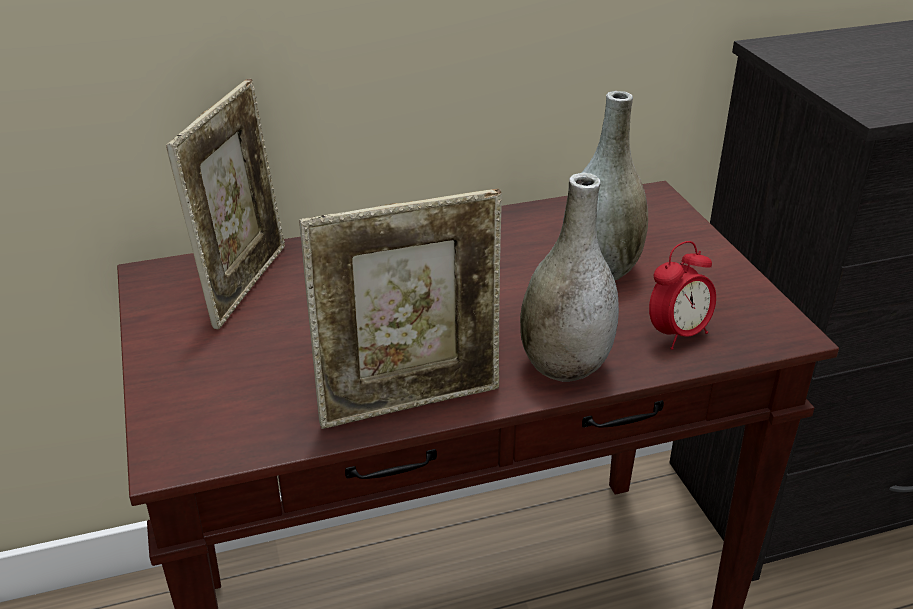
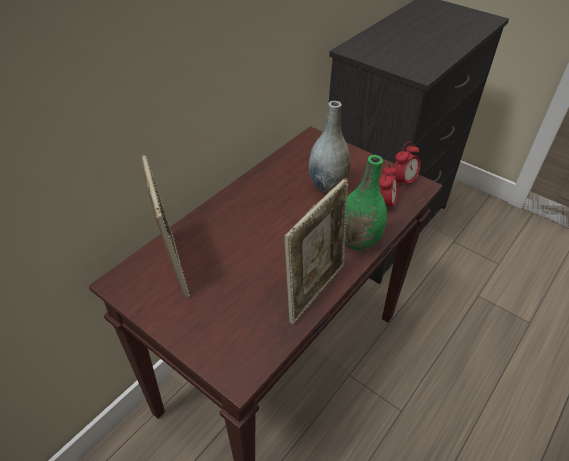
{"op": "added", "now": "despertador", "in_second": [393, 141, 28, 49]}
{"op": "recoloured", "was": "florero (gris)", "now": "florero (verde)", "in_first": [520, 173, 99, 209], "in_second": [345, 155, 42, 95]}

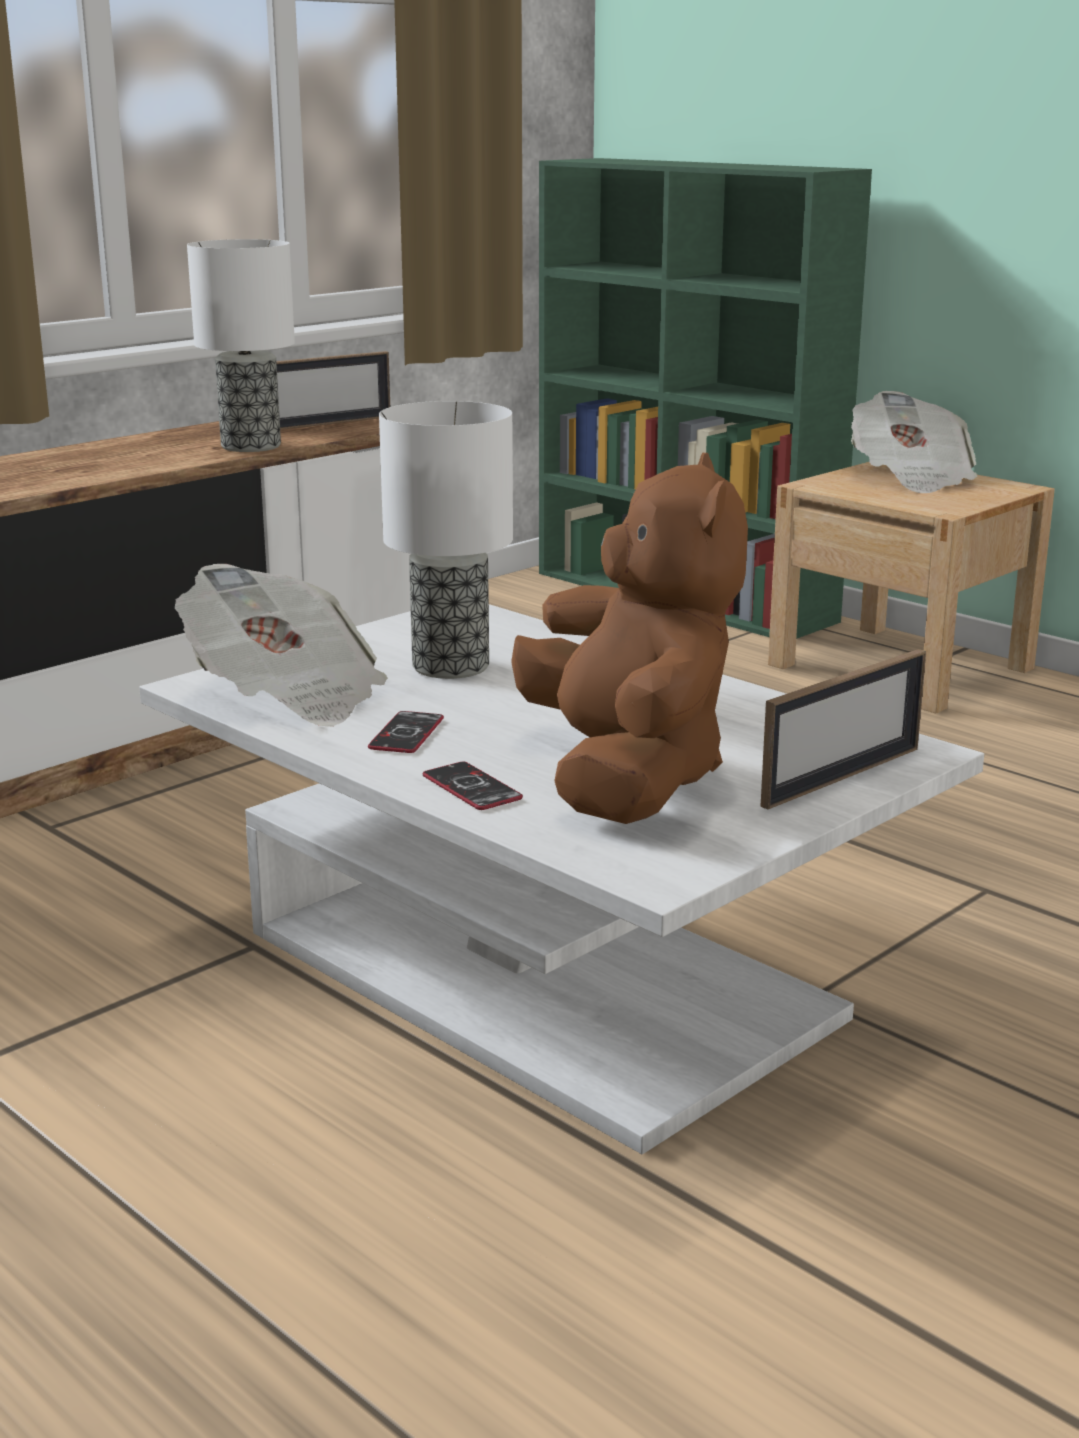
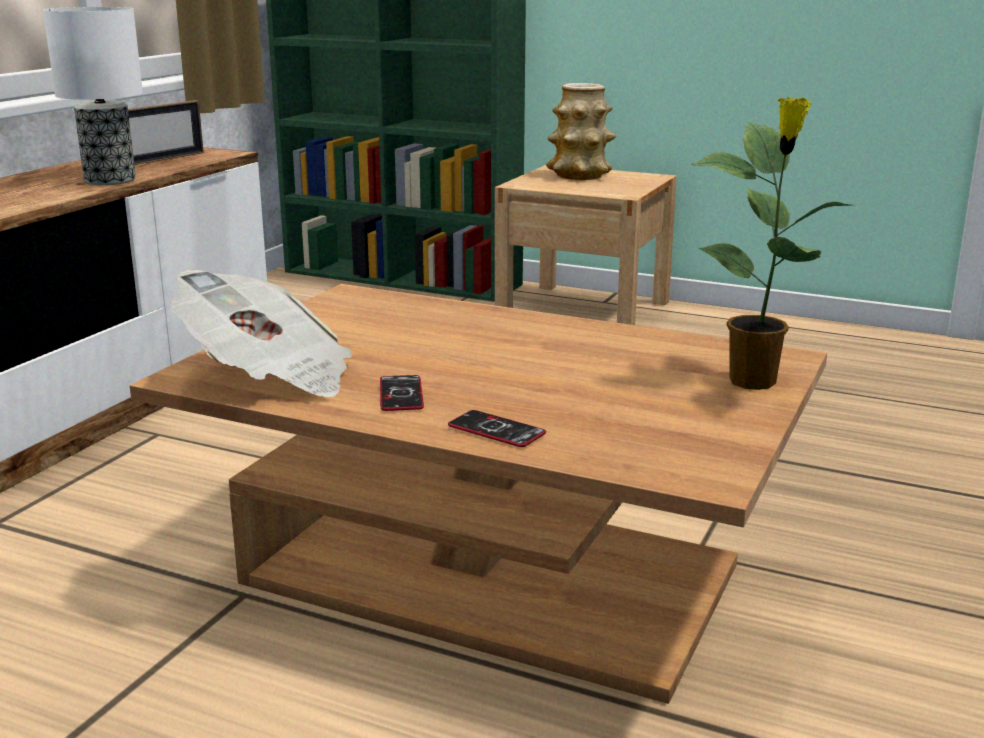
{"op": "removed", "was": "lámpara de mesa", "in_first": [379, 401, 134, 278]}
{"op": "removed", "was": "peluche (marrón)", "in_first": [511, 453, 237, 371]}
{"op": "replaced", "was": "portarretratos", "now": "planta en maceta", "in_first": [760, 649, 166, 161], "in_second": [691, 96, 162, 294]}
{"op": "replaced", "was": "periódico", "now": "florero", "in_first": [851, 391, 126, 102], "in_second": [546, 83, 70, 97]}
{"op": "recoloured", "was": "mesa de centro (blanco)", "now": "mesa de centro (marrón)", "in_first": [139, 604, 845, 550], "in_second": [130, 284, 697, 420]}

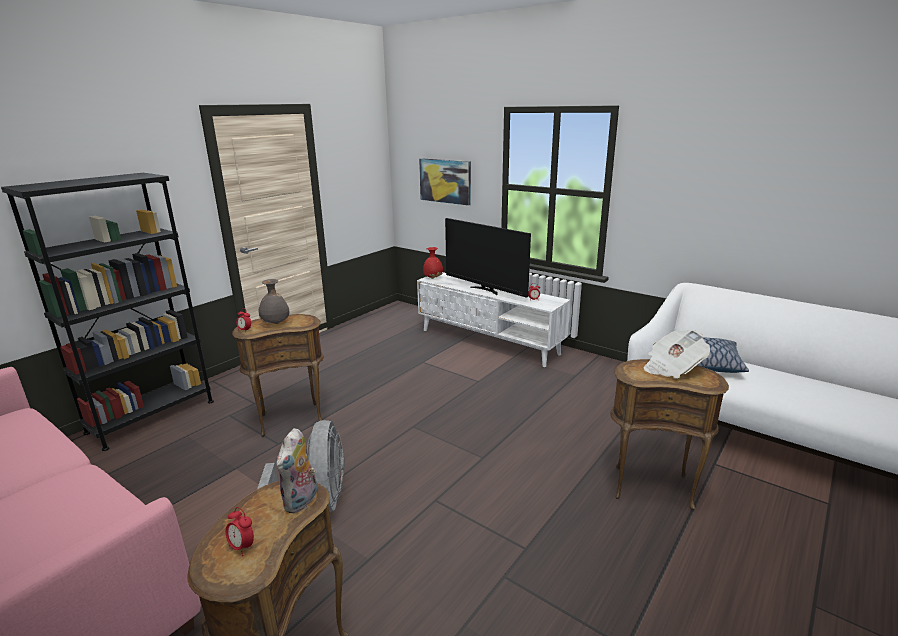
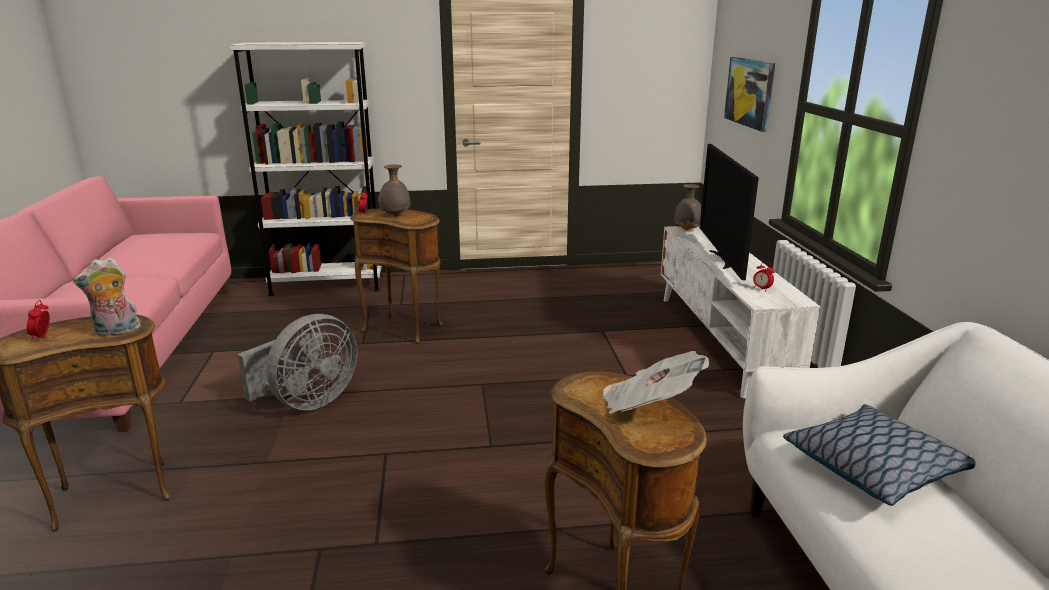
{"op": "recoloured", "was": "estantería (negro)", "now": "estantería (blanco)", "in_first": [1, 173, 213, 278], "in_second": [230, 42, 153, 254]}
{"op": "recoloured", "was": "florero (rojo)", "now": "florero (gris)", "in_first": [423, 247, 20, 32], "in_second": [674, 184, 28, 46]}

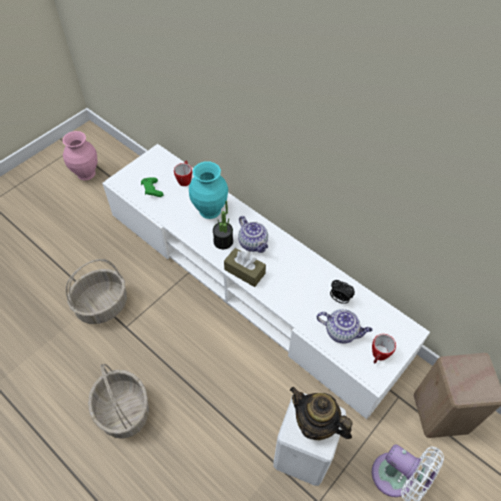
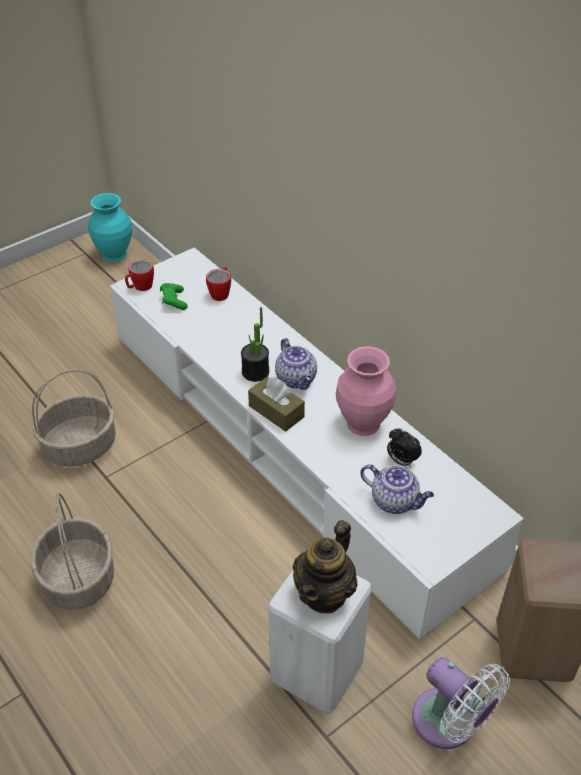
{"op": "moved", "was": "florero (rosa)", "in_first": [62, 131, 36, 49], "in_second": [336, 346, 60, 90]}
{"op": "moved", "was": "florero (turquesa)", "in_first": [189, 161, 39, 58], "in_second": [88, 193, 44, 69]}
{"op": "moved", "was": "taza grande", "in_first": [372, 334, 24, 30], "in_second": [125, 259, 29, 32]}
{"op": "turned", "was": "tetera", "in_first": [290, 387, 63, 53], "in_second": [293, 520, 65, 94], "clockwise": -105}

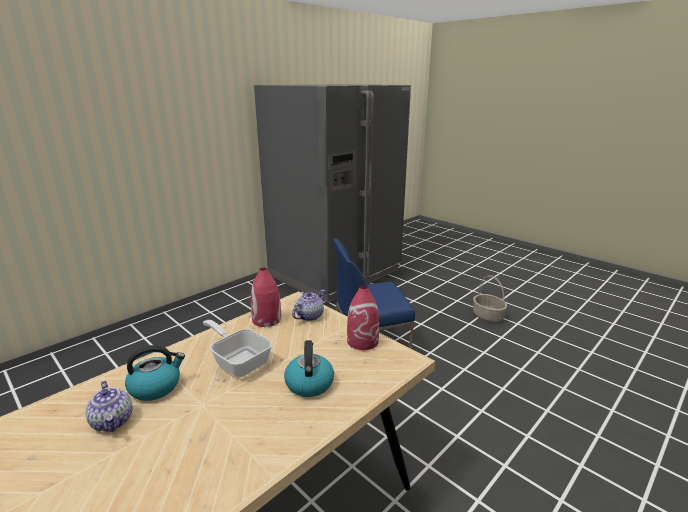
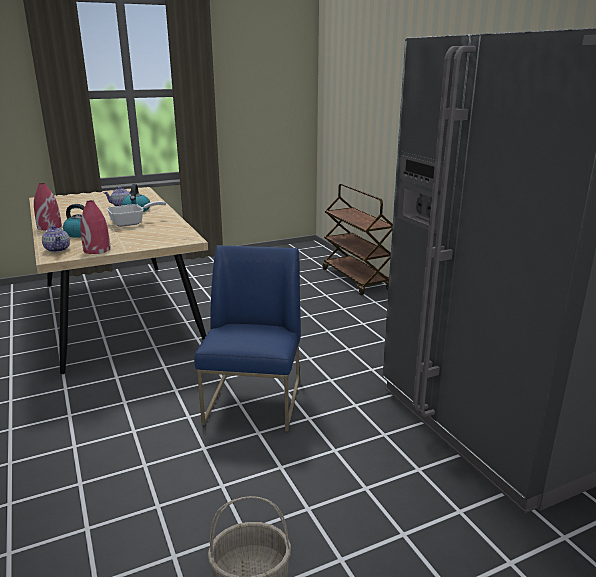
{"op": "added", "now": "carrito (marrón)", "in_second": [322, 184, 71, 111]}
{"op": "moved", "was": "florero (rojo)", "in_first": [250, 268, 31, 59], "in_second": [34, 183, 28, 47]}
{"op": "moved", "was": "tetera", "in_first": [292, 290, 33, 31], "in_second": [42, 226, 28, 26]}

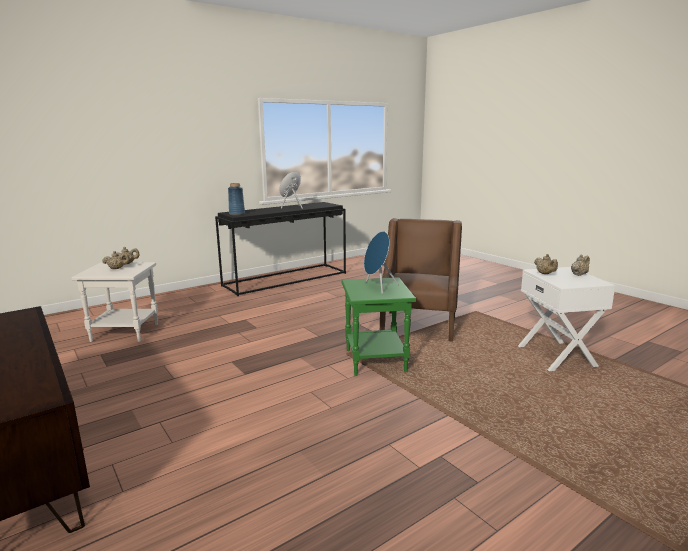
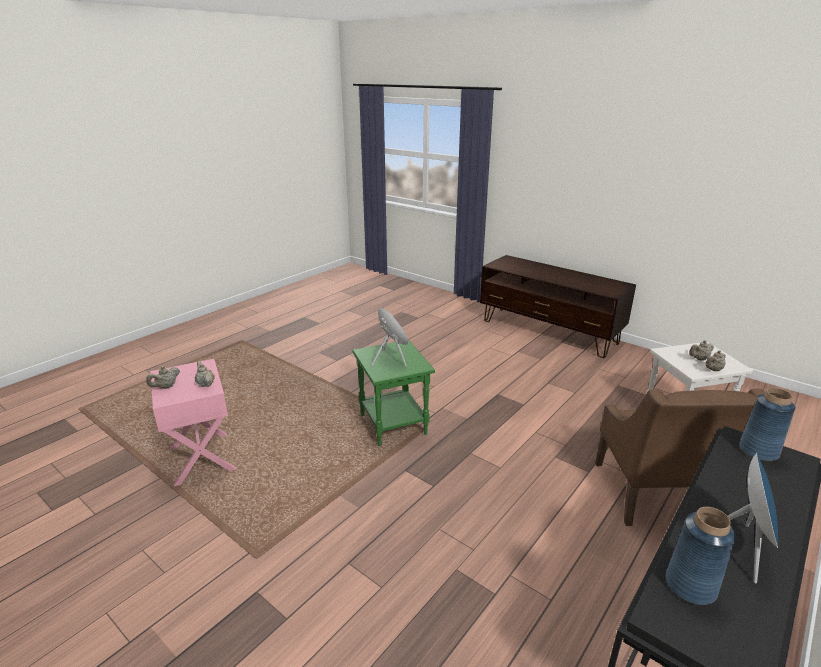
{"op": "added", "now": "florero (azul)", "in_second": [666, 507, 70, 98]}
{"op": "moved", "was": "sillón (marrón)", "in_first": [380, 218, 82, 124], "in_second": [595, 388, 170, 138]}
{"op": "recoloured", "was": "mesa auxiliar (blanco)", "now": "mesa auxiliar (rosa)", "in_first": [518, 267, 98, 104], "in_second": [150, 359, 86, 127]}

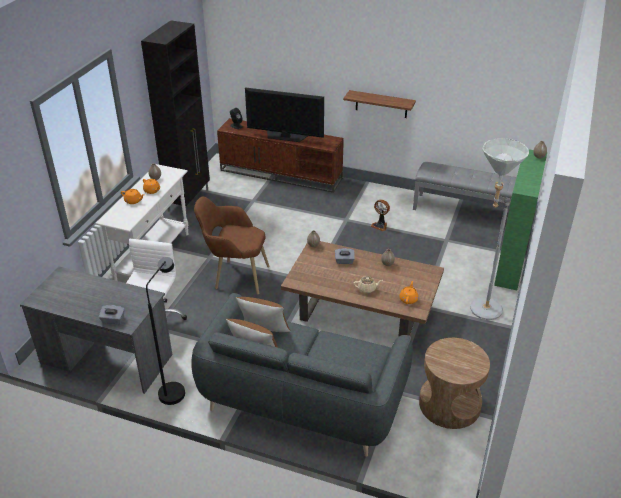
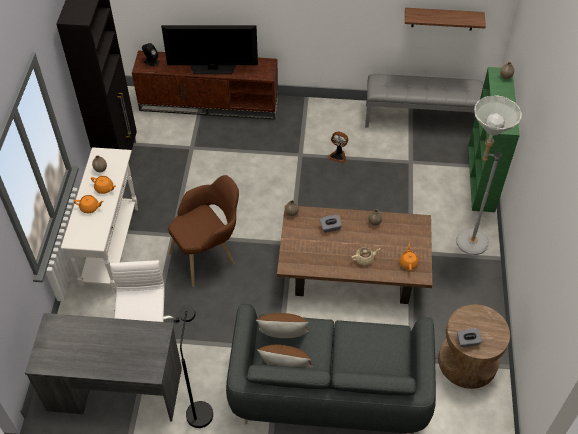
{"op": "moved", "was": "caja de pañuelos (gris)", "in_first": [99, 305, 26, 19], "in_second": [457, 328, 25, 19]}
{"op": "moved", "was": "estante", "in_first": [343, 90, 73, 28], "in_second": [405, 8, 81, 23]}
{"op": "turned", "was": "sillón (marrón)", "in_first": [194, 197, 76, 97], "in_second": [168, 175, 71, 112], "clockwise": 150}

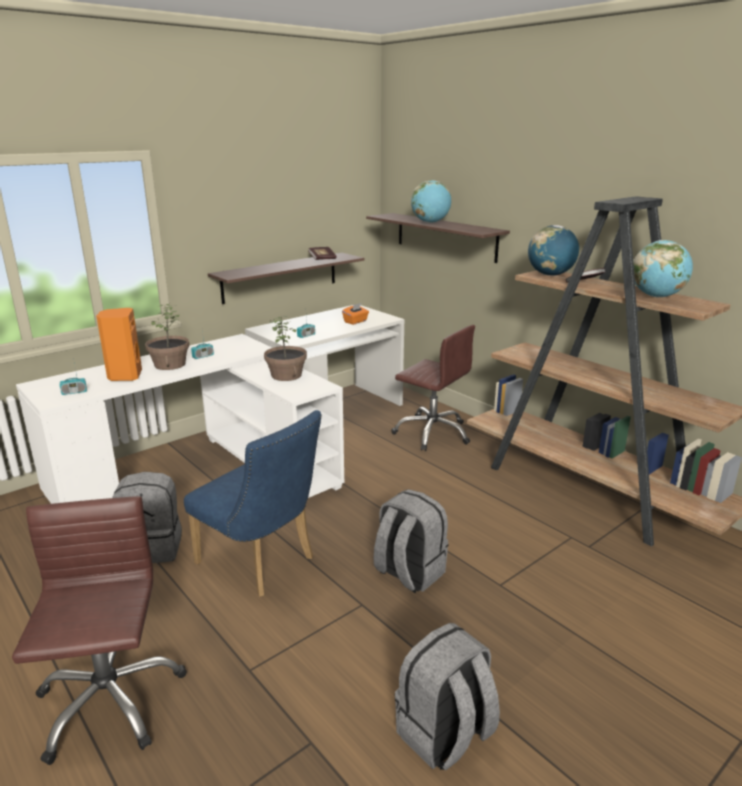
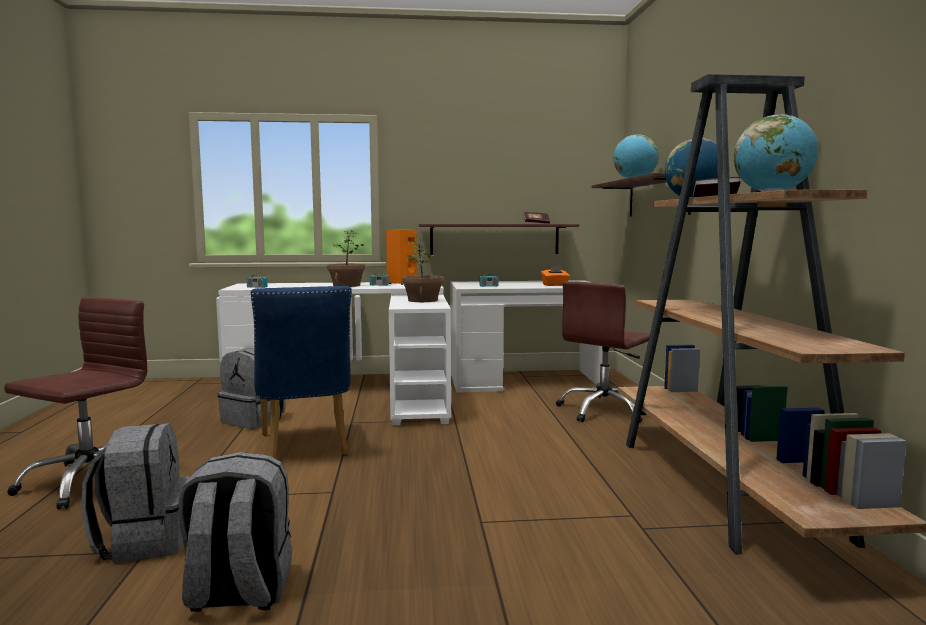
{"op": "moved", "was": "altavoz (naranja)", "in_first": [96, 308, 46, 73], "in_second": [386, 230, 31, 55]}
{"op": "moved", "was": "mochila (gris)", "in_first": [374, 489, 74, 104], "in_second": [81, 423, 109, 140]}
{"op": "turned", "was": "silla de oficina (marrón)", "in_first": [391, 325, 84, 126], "in_second": [556, 281, 94, 142], "clockwise": 60}

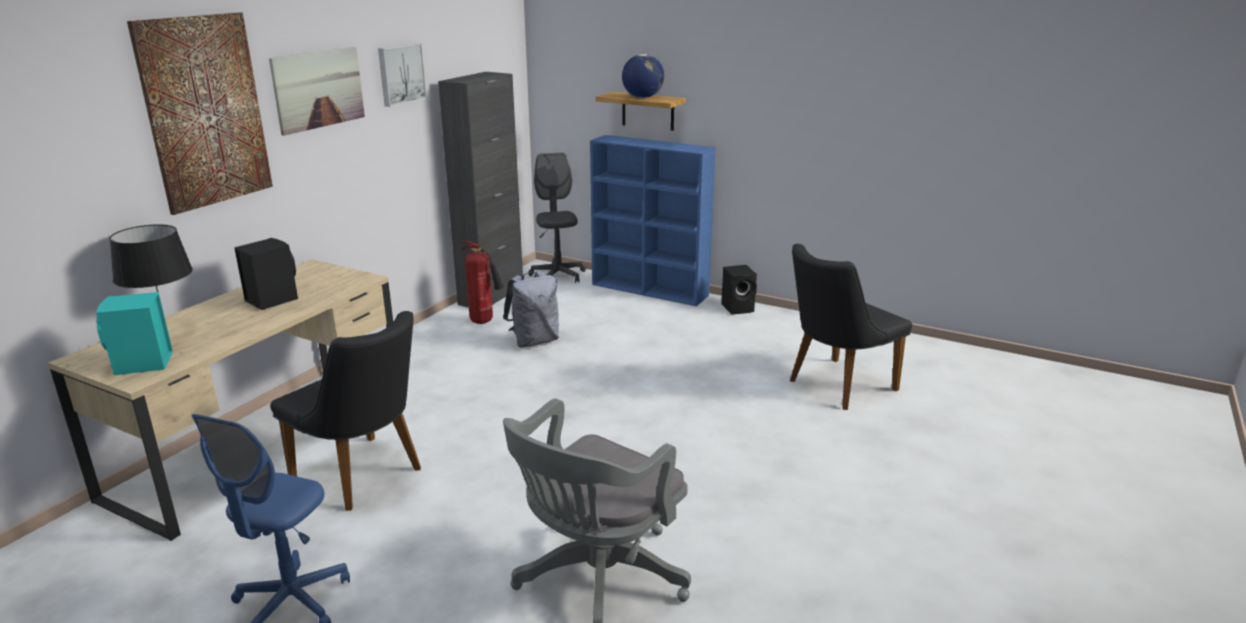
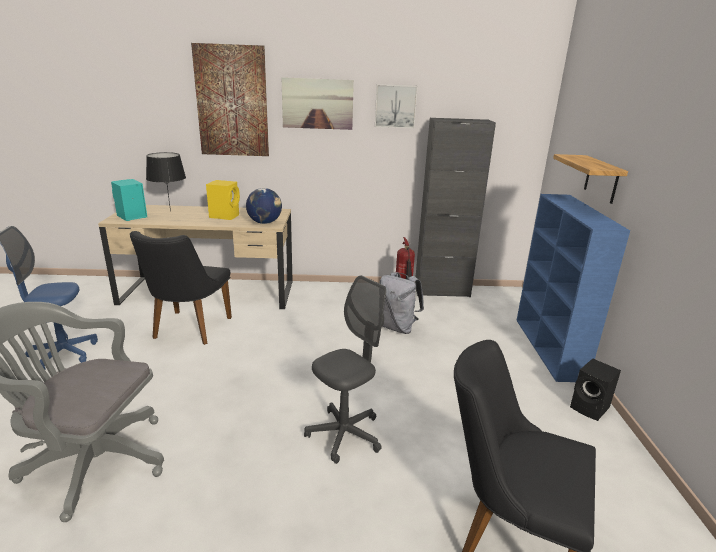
{"op": "moved", "was": "silla de oficina (gris)", "in_first": [528, 153, 58, 130], "in_second": [304, 275, 82, 189]}
{"op": "moved", "was": "globo terráqueo", "in_first": [622, 54, 42, 44], "in_second": [246, 188, 36, 36]}
{"op": "recoloured", "was": "altavoz (negro)", "now": "altavoz (amarillo)", "in_first": [234, 238, 64, 72], "in_second": [206, 180, 34, 40]}

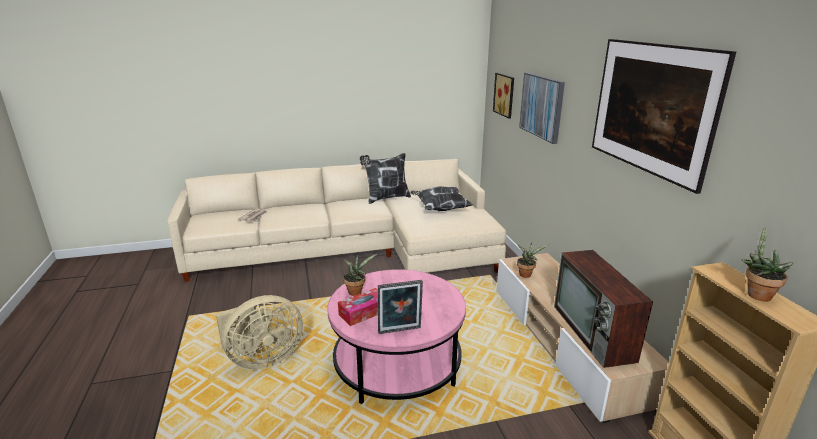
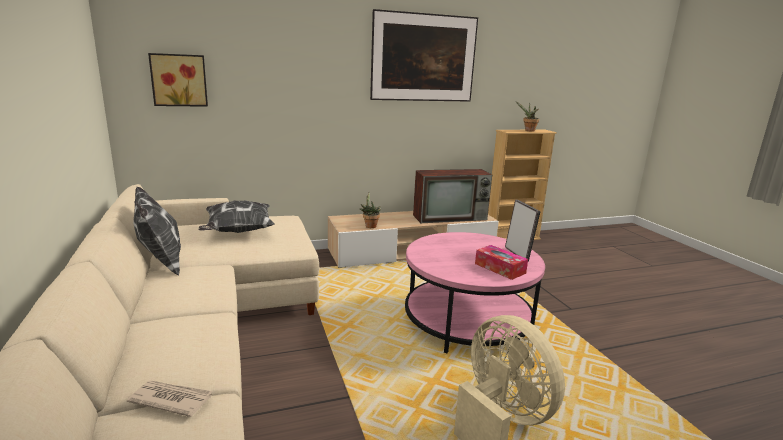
{"op": "removed", "was": "planta en maceta", "in_first": [343, 254, 34, 42]}
{"op": "removed", "was": "cuadro", "in_first": [519, 73, 46, 71]}

